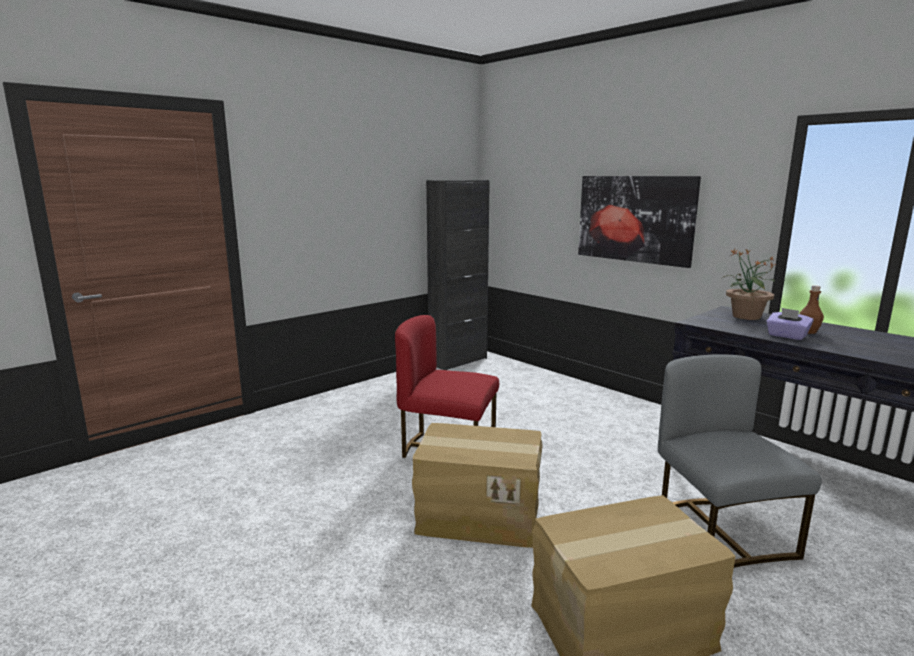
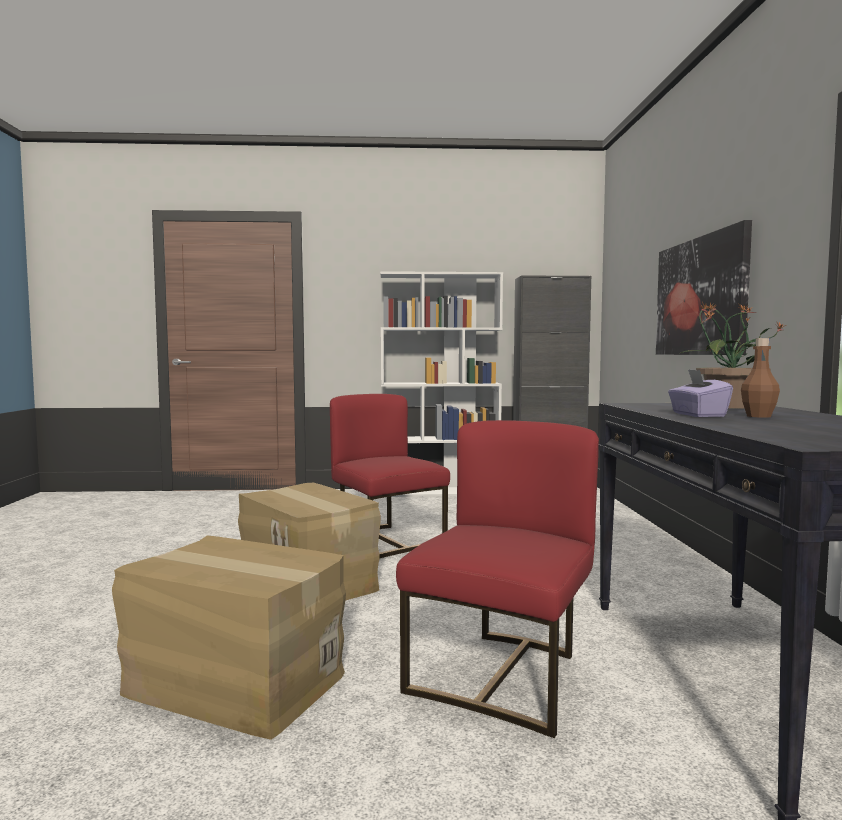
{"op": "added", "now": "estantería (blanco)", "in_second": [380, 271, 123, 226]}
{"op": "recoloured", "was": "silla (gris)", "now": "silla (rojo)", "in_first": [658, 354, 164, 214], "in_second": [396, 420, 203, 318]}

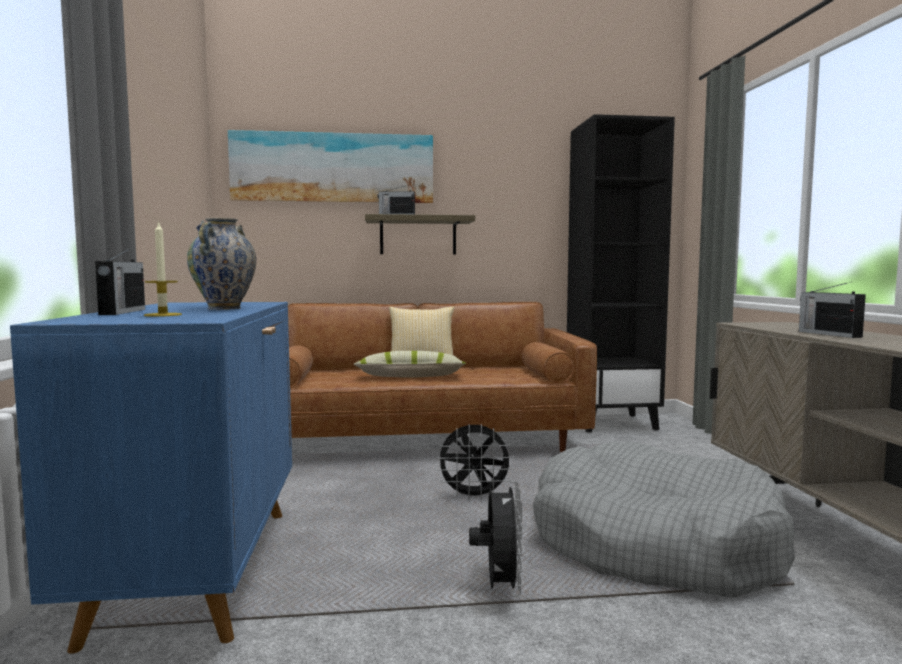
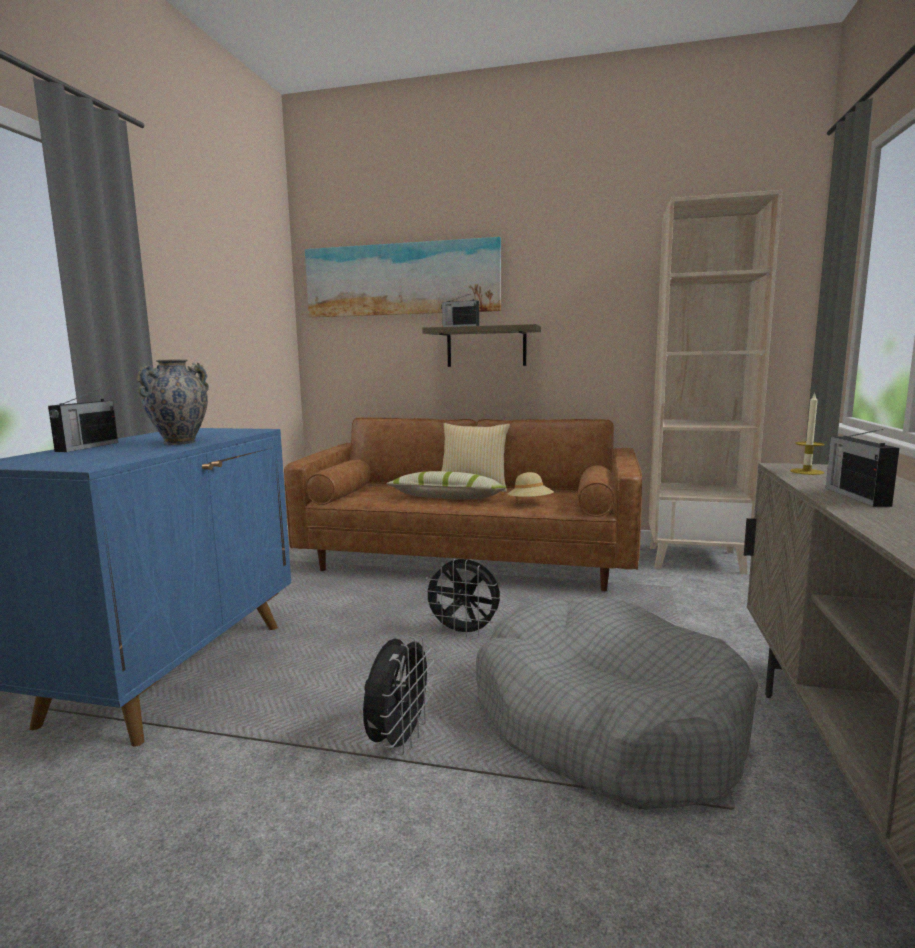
{"op": "added", "now": "sombrero (beis)", "in_second": [507, 472, 47, 28]}
{"op": "moved", "was": "vela", "in_first": [144, 221, 38, 96], "in_second": [790, 392, 34, 83]}
{"op": "recoloured", "was": "estantería (negro)", "now": "estantería (beis)", "in_first": [567, 114, 108, 318], "in_second": [648, 190, 134, 385]}

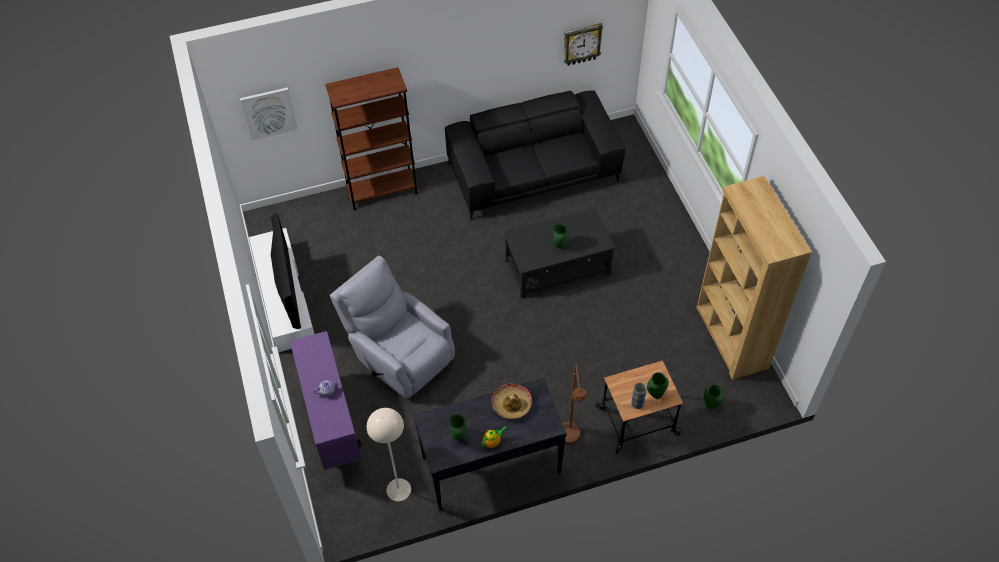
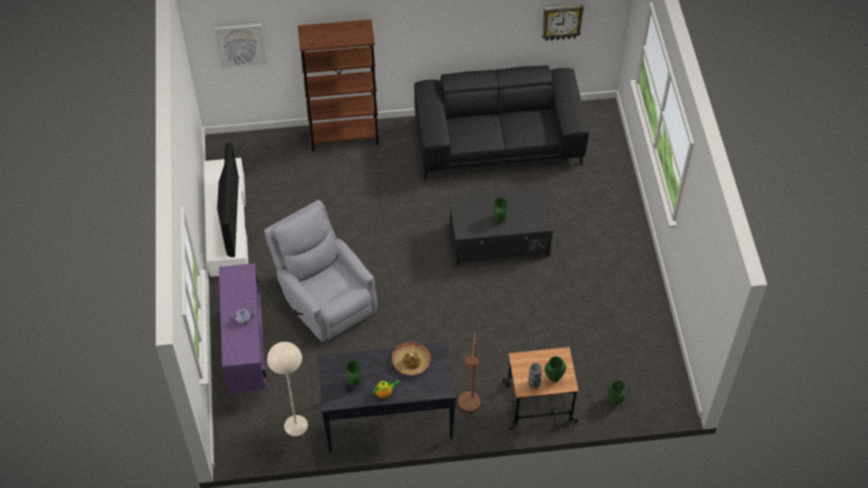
{"op": "removed", "was": "estantería (marrón)", "in_first": [697, 176, 115, 204]}

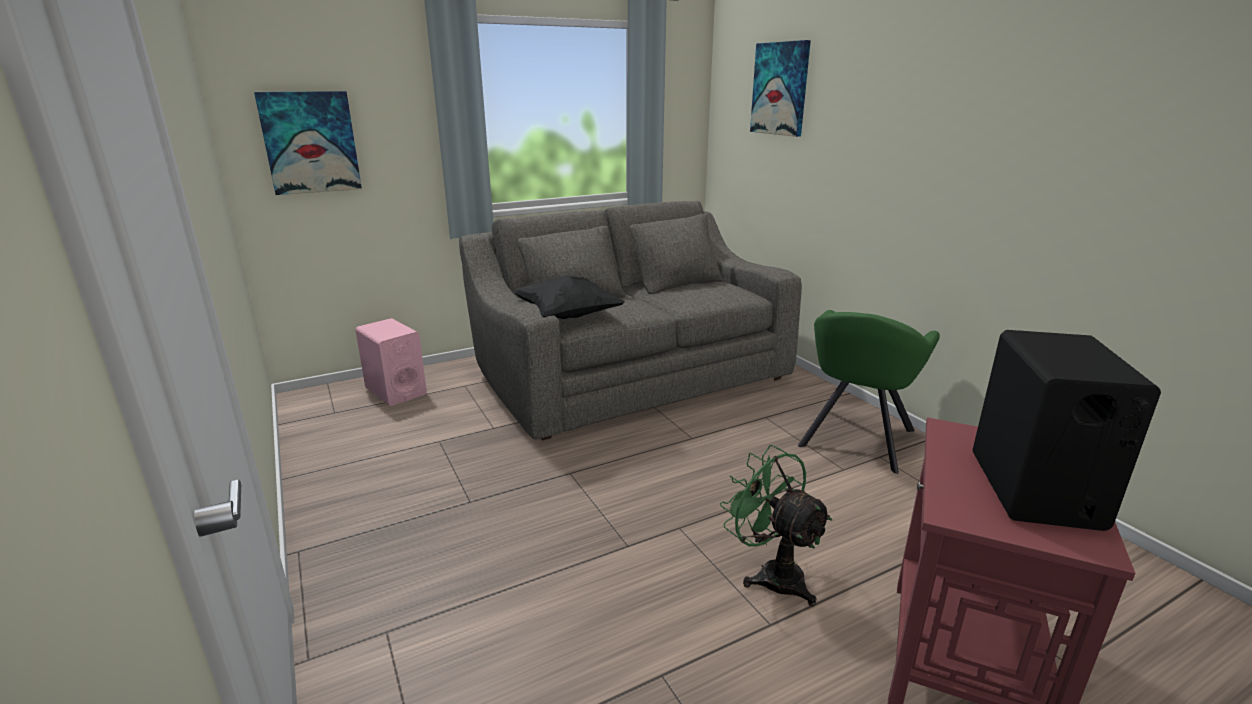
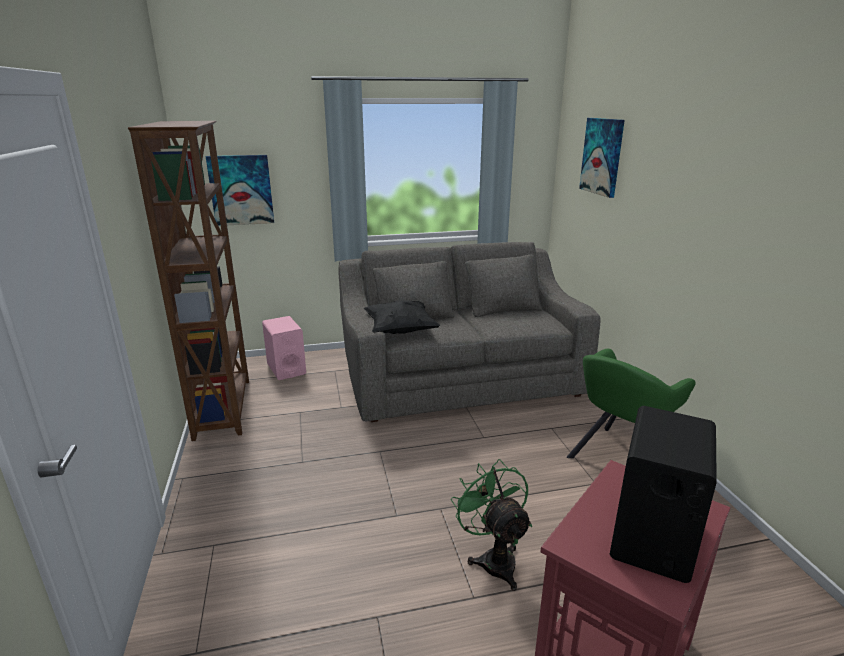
{"op": "added", "now": "estantería (marrón)", "in_second": [128, 121, 121, 320]}

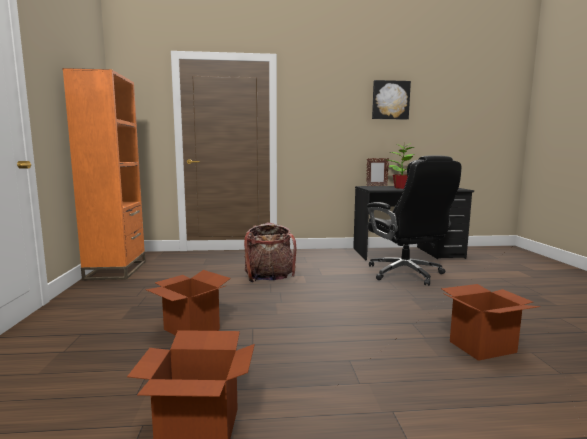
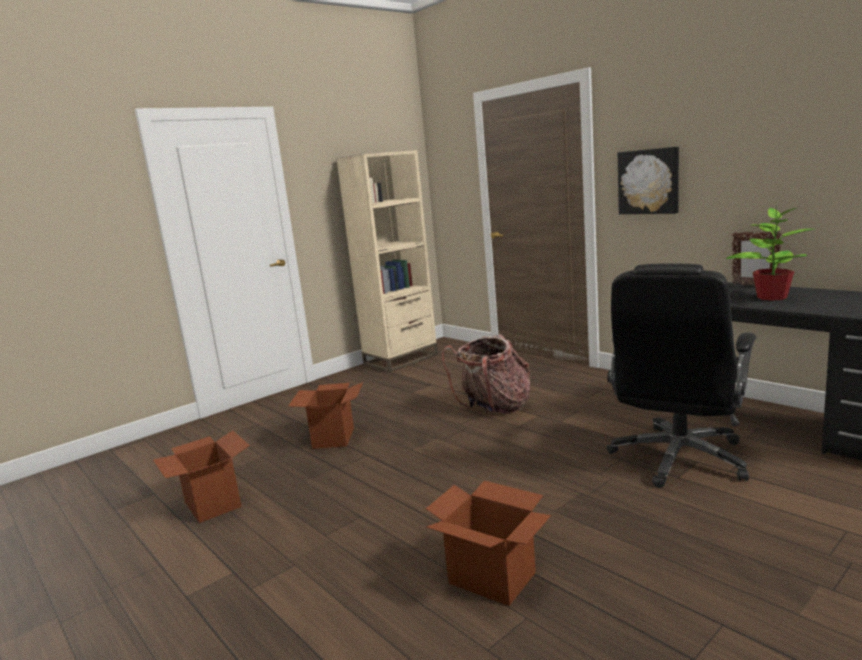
{"op": "moved", "was": "cuadro", "in_first": [372, 80, 39, 40], "in_second": [618, 147, 61, 67]}
{"op": "recoloured", "was": "estantería (naranja)", "now": "estantería (beis)", "in_first": [62, 68, 84, 212], "in_second": [336, 150, 102, 222]}

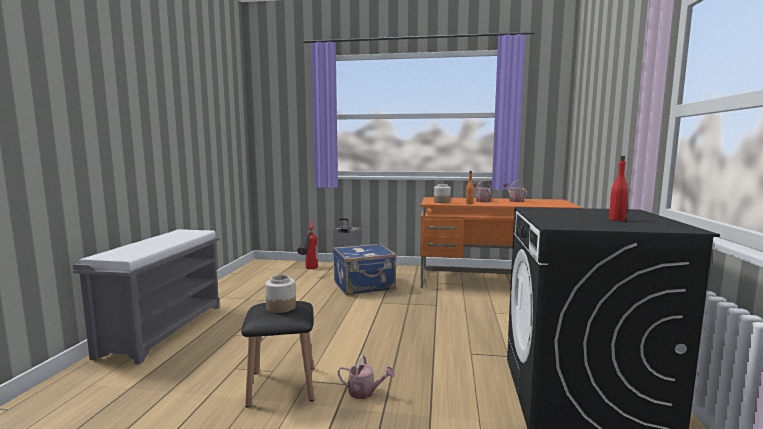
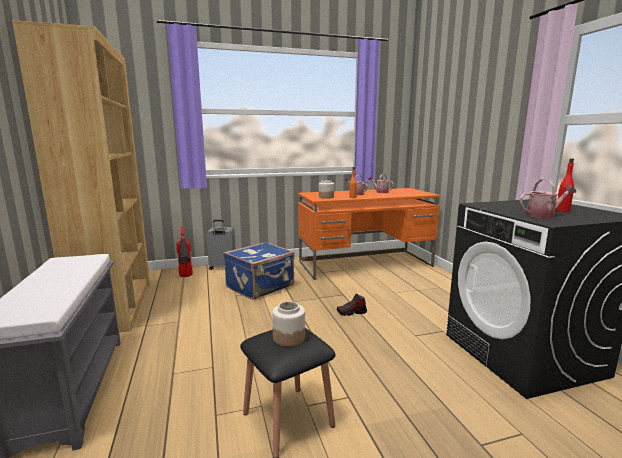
{"op": "added", "now": "estantería (marrón)", "in_second": [12, 20, 138, 313]}
{"op": "added", "now": "zapato", "in_second": [337, 294, 30, 22]}
{"op": "moved", "was": "regadera", "in_first": [338, 355, 57, 44], "in_second": [519, 178, 57, 40]}

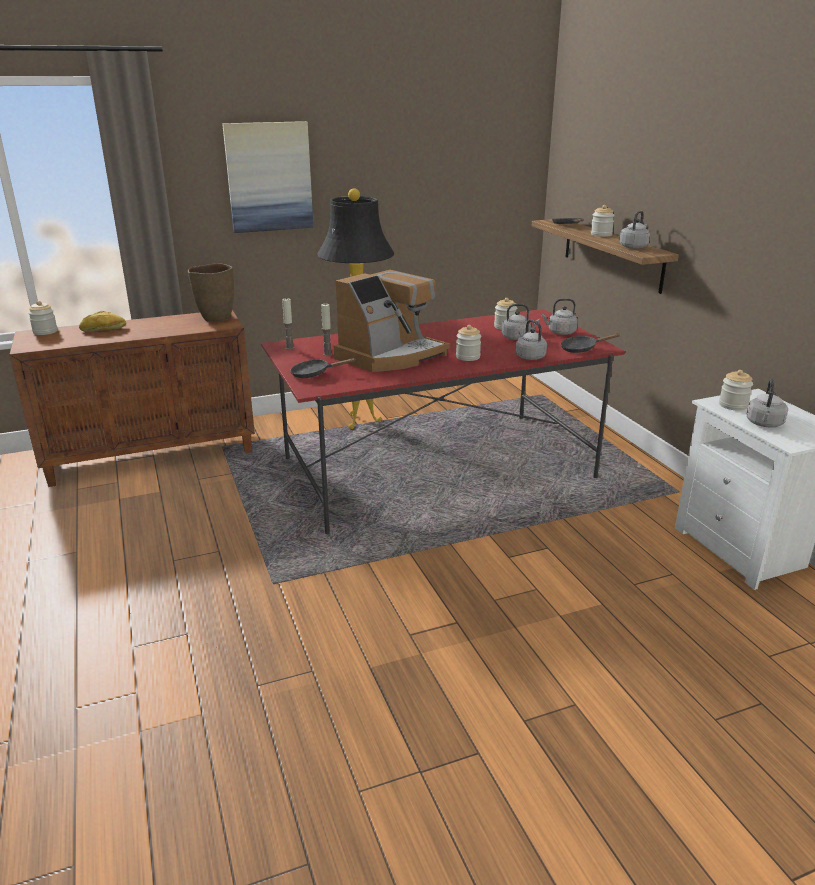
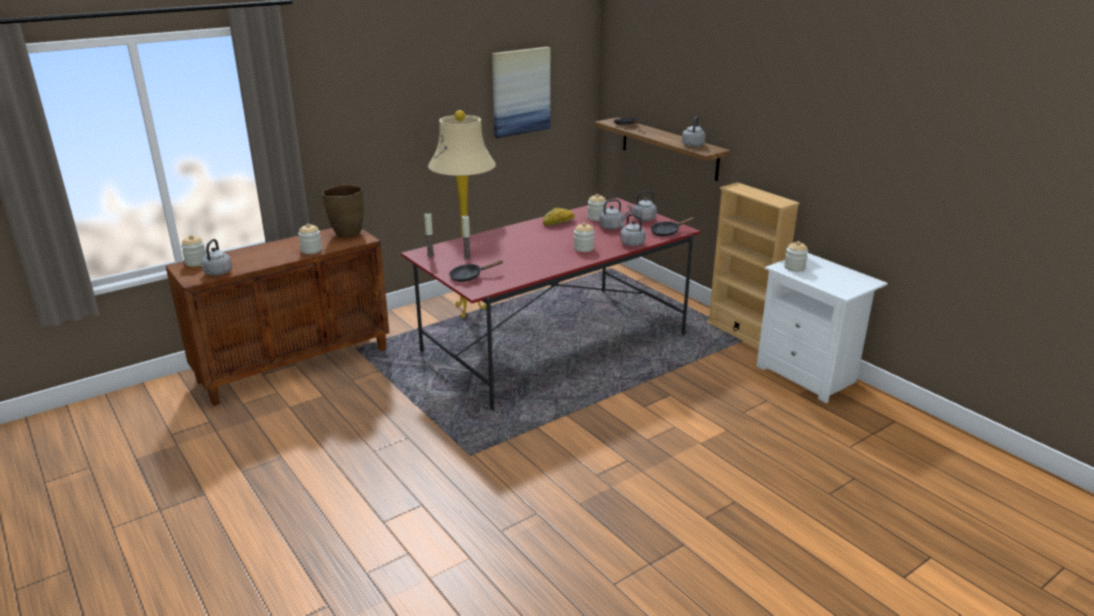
{"op": "removed", "was": "cafetera", "in_first": [334, 270, 116, 102]}
{"op": "added", "now": "estantería (beis)", "in_second": [707, 182, 93, 167]}
{"op": "moved", "was": "pan", "in_first": [79, 311, 47, 21], "in_second": [543, 208, 32, 18]}
{"op": "moved", "was": "cuadro", "in_first": [222, 121, 91, 112], "in_second": [492, 47, 58, 91]}
{"op": "moved", "was": "tarro", "in_first": [591, 205, 24, 32], "in_second": [298, 223, 24, 31]}
{"op": "moved", "was": "hervidor (gris)", "in_first": [746, 379, 42, 49], "in_second": [201, 239, 31, 37]}
{"op": "recoloured", "was": "lámpara de pie (negro)", "now": "lámpara de pie (beis)", "in_first": [317, 188, 77, 241], "in_second": [428, 110, 68, 208]}

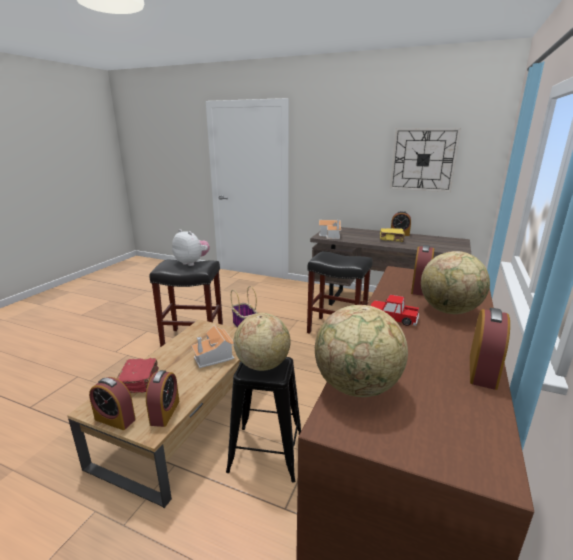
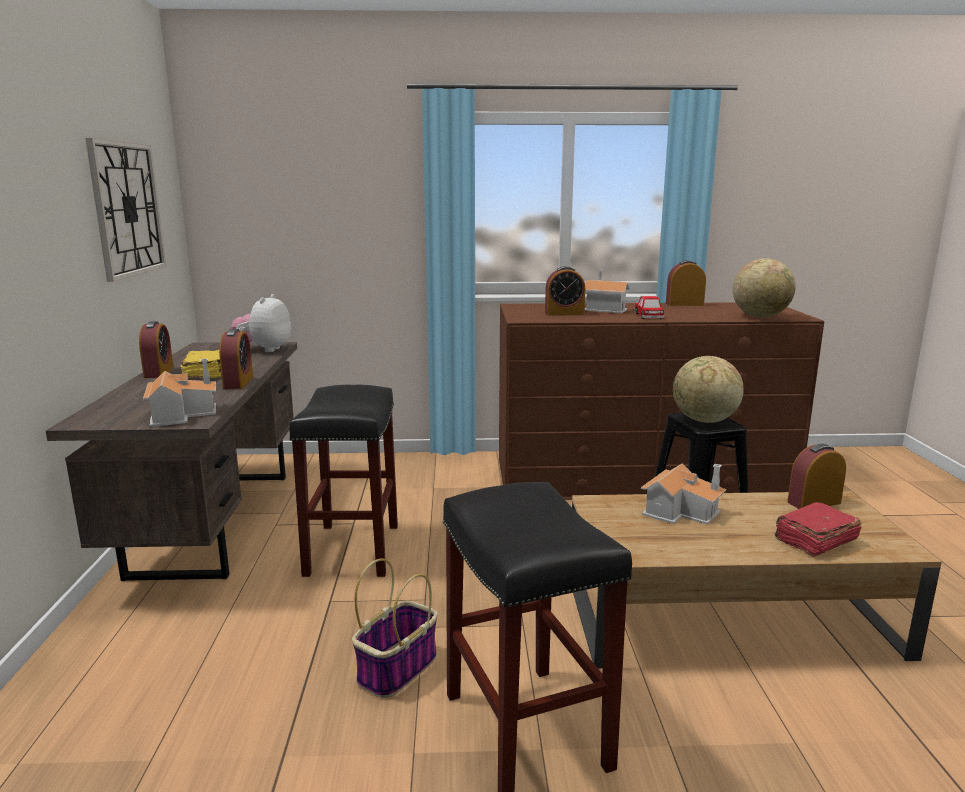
{"op": "moved", "was": "despertador", "in_first": [89, 377, 47, 53], "in_second": [219, 329, 34, 60]}
{"op": "moved", "was": "peluche", "in_first": [172, 229, 38, 37], "in_second": [231, 294, 60, 58]}
{"op": "replaced", "was": "globo terráqueo", "now": "casita", "in_first": [421, 251, 69, 63], "in_second": [585, 270, 45, 43]}

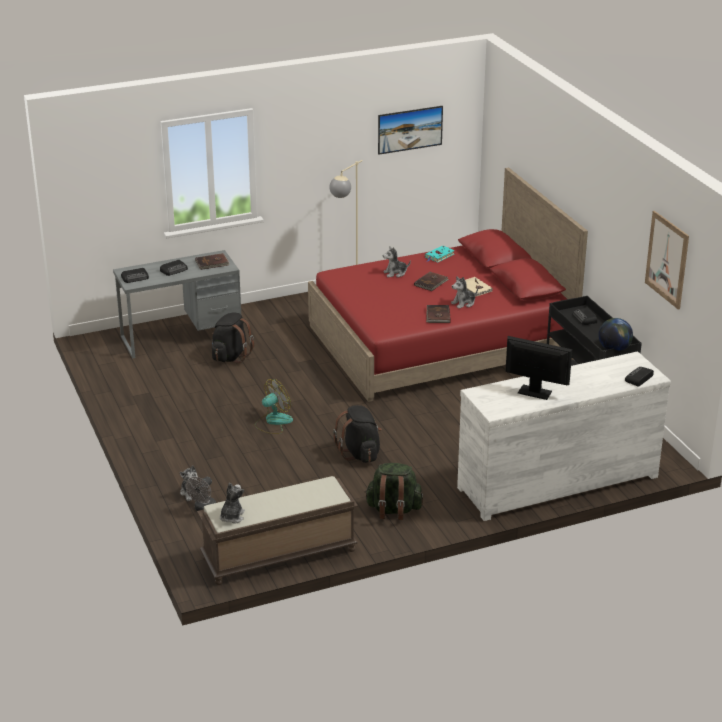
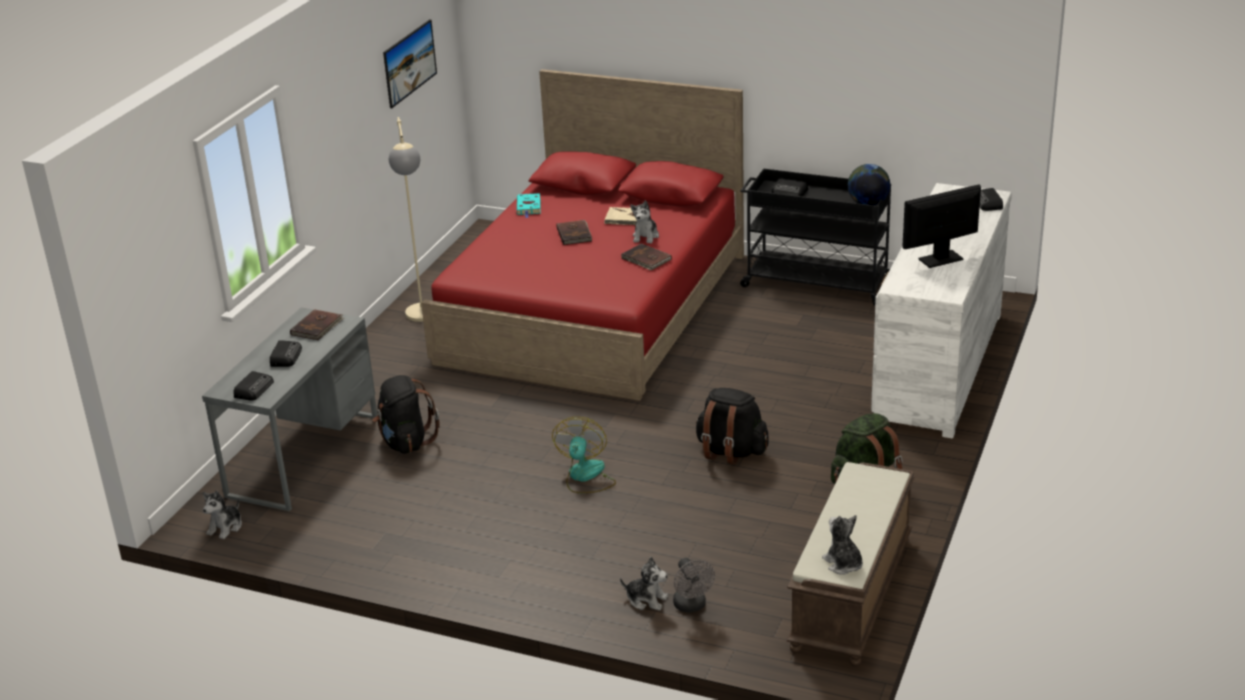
{"op": "removed", "was": "cuadro", "in_first": [645, 211, 44, 99]}
{"op": "moved", "was": "peluche", "in_first": [383, 246, 28, 31], "in_second": [203, 490, 39, 49]}

